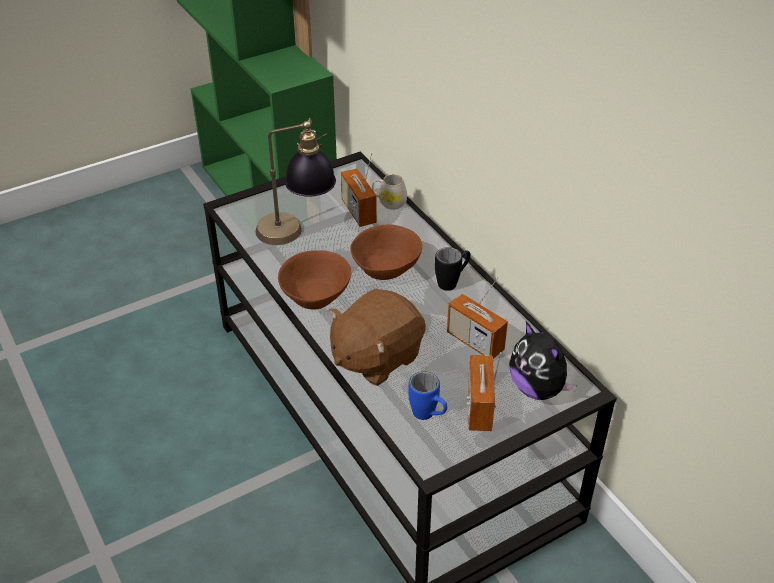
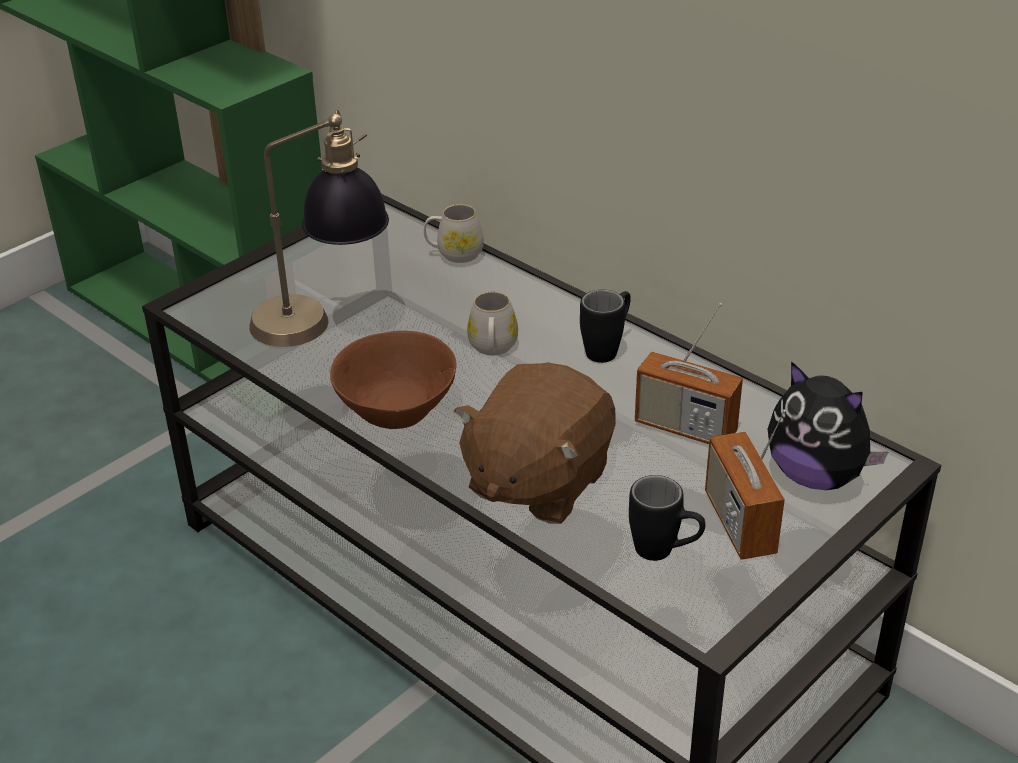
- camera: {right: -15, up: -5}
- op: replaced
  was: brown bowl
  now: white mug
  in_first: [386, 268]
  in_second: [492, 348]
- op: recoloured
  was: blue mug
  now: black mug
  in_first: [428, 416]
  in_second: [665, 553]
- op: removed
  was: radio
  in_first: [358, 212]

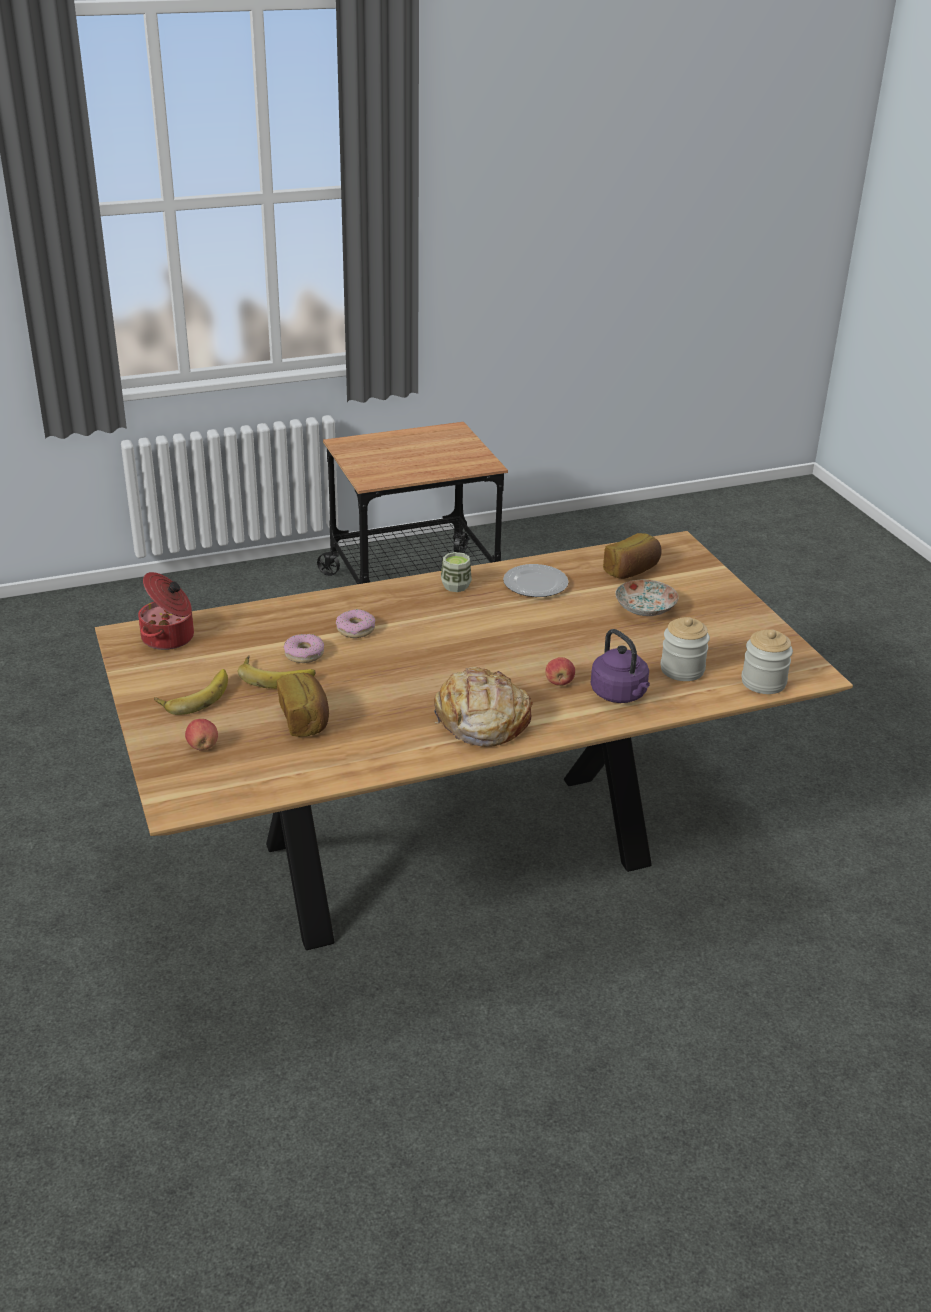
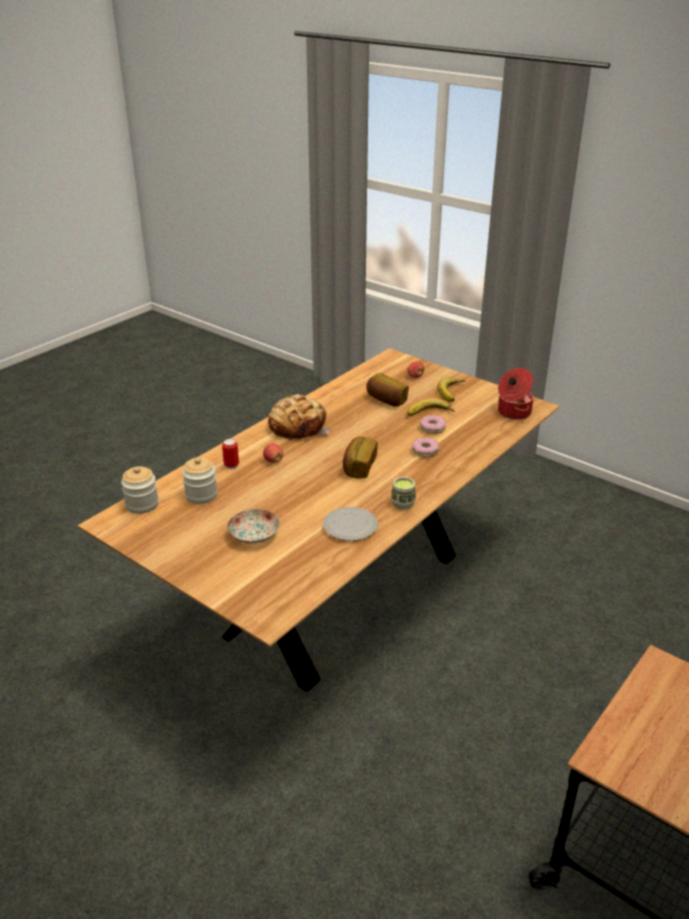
- camera: {right: 150, up: 0}
- op: replaced
  was: purple kettle
  now: can
  in_first: [620, 695]
  in_second: [231, 465]
- op: moved
  was: bread
  in_first: [632, 570]
  in_second: [359, 467]

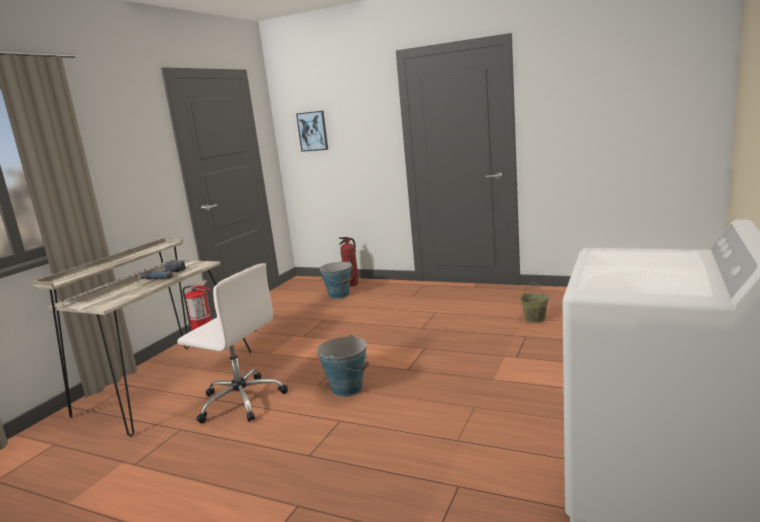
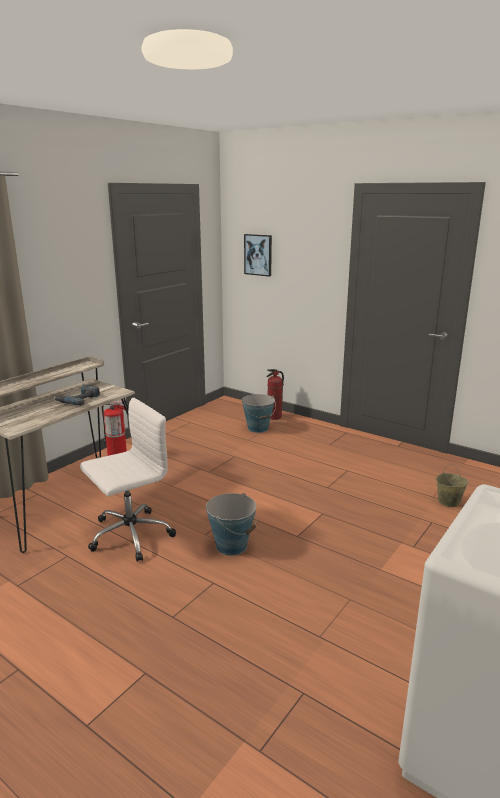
- camera: {right: 10, up: 5}
- op: turned
  was: white office chair
  in_first: [240, 400]
  in_second: [129, 535]
  clockwise: -75

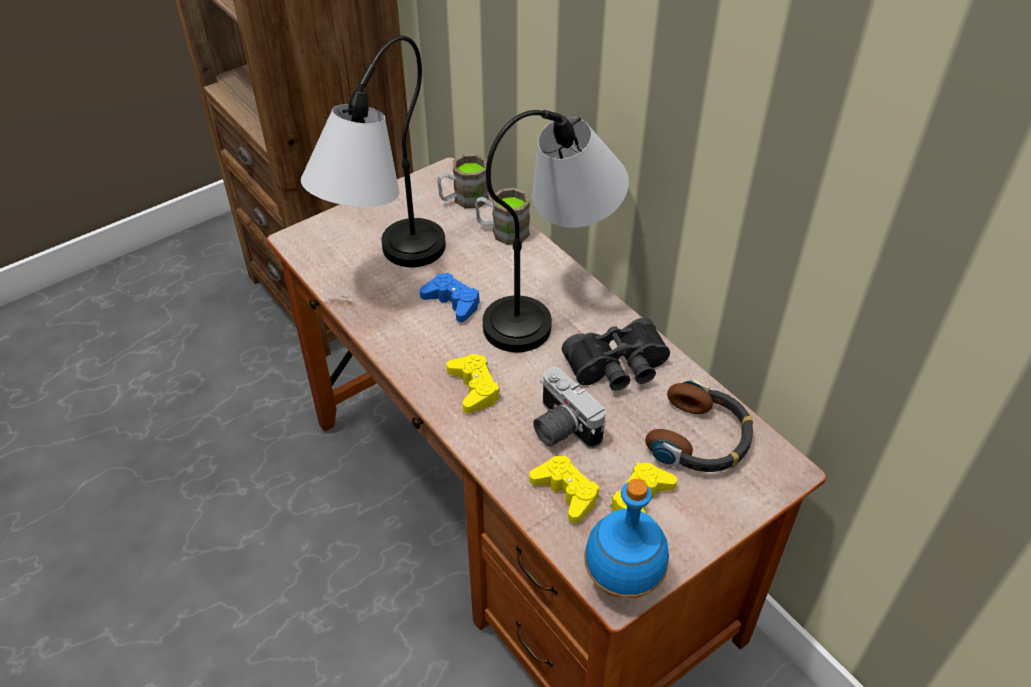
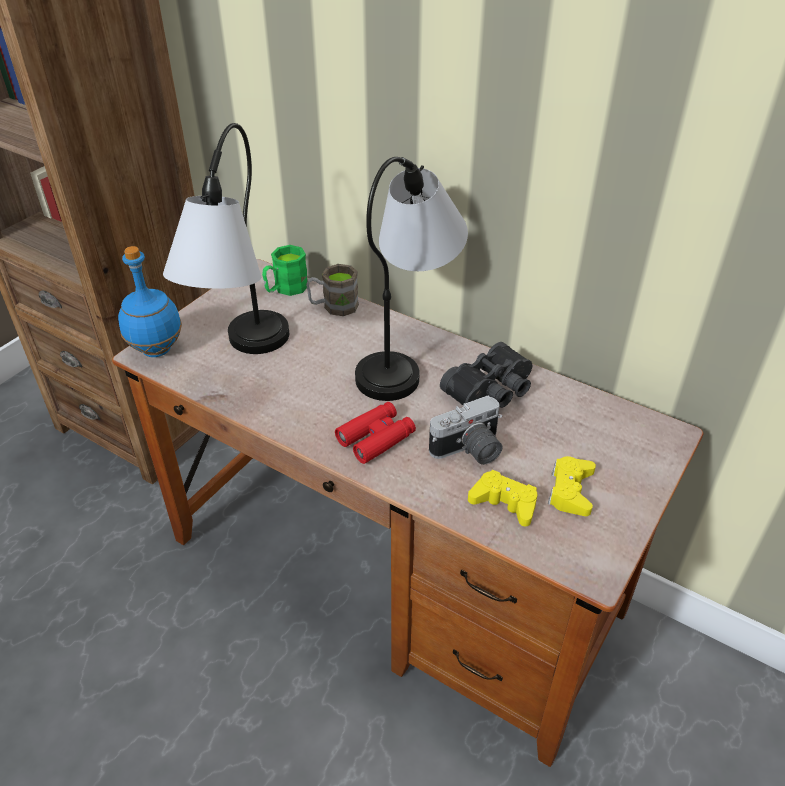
- camera: {right: -20, up: -5}
- op: moved
  was: blue bottle
  in_first: [623, 580]
  in_second: [157, 350]
- op: recoloured
  was: brown mug
  now: green mug
  in_first: [463, 199]
  in_second: [285, 289]
- op: replaced
  was: yellow game controller
  now: red binoculars
  in_first: [474, 388]
  in_second: [376, 438]
- op: turned
  was: photo camera
  in_first: [560, 428]
  in_second: [469, 451]
  clockwise: -60
- op: removed
  was: blue game controller
  in_first: [452, 302]
- op: removed
  was: headphones
  in_first: [701, 439]

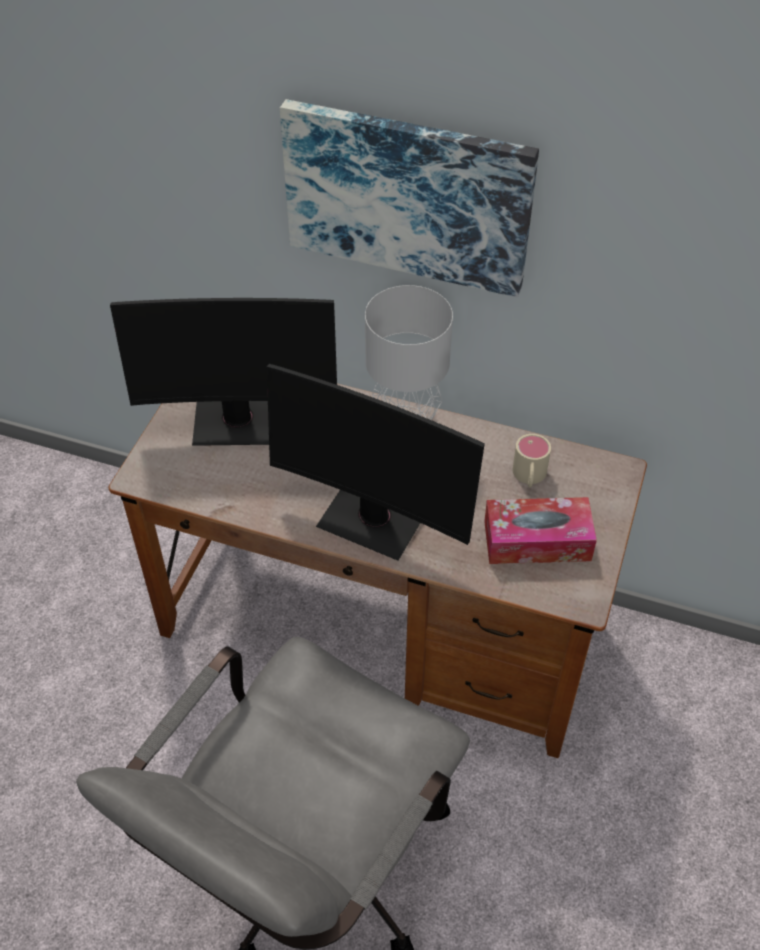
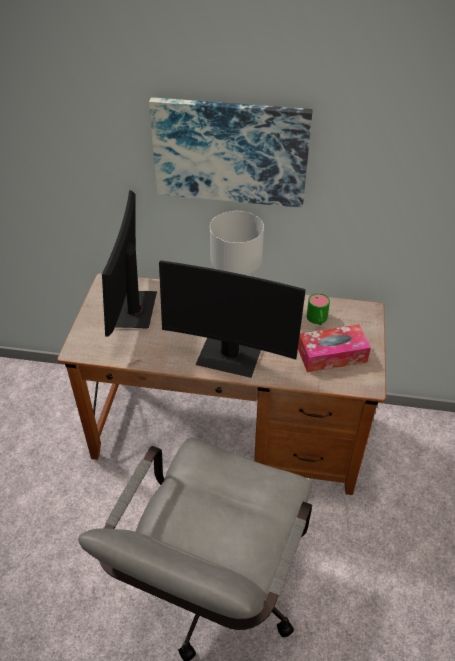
- camera: {right: -10, up: -5}
- op: turned
  was: monitor
  in_first: [238, 421]
  in_second: [132, 310]
  clockwise: 105
- op: recoloured
  was: beige mug
  now: green mug
  in_first: [529, 477]
  in_second: [317, 320]

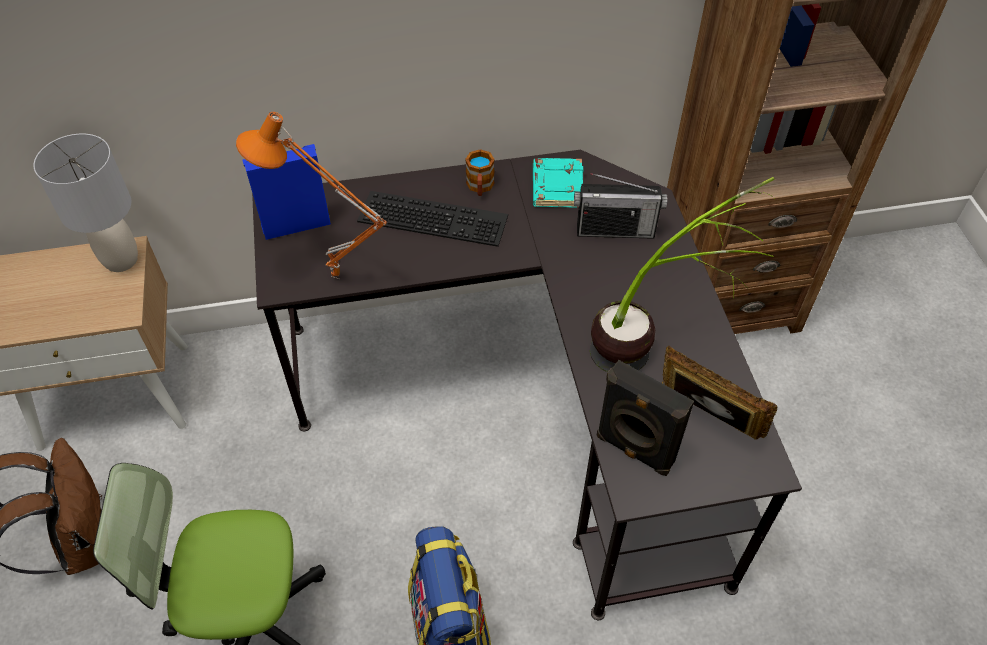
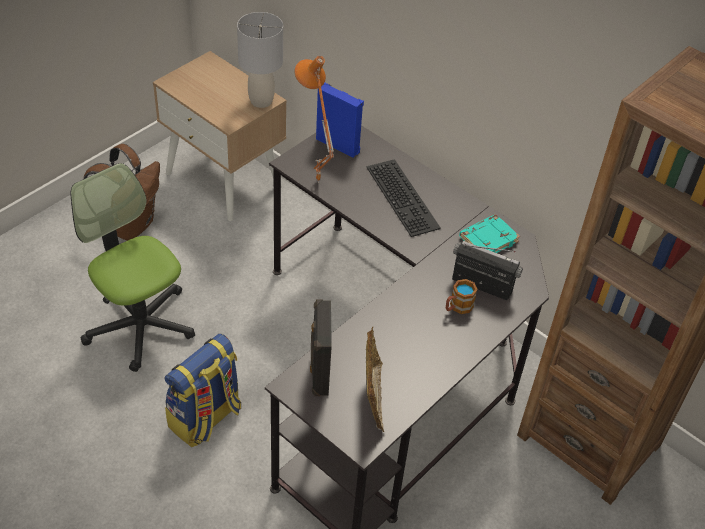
- camera: {right: 50, up: -5}
- op: moved
  was: mug
  in_first: [480, 187]
  in_second: [457, 307]
- op: turned
  was: radio
  in_first: [615, 230]
  in_second: [481, 285]
  clockwise: 150
- op: removed
  was: potted plant
  in_first: [654, 344]

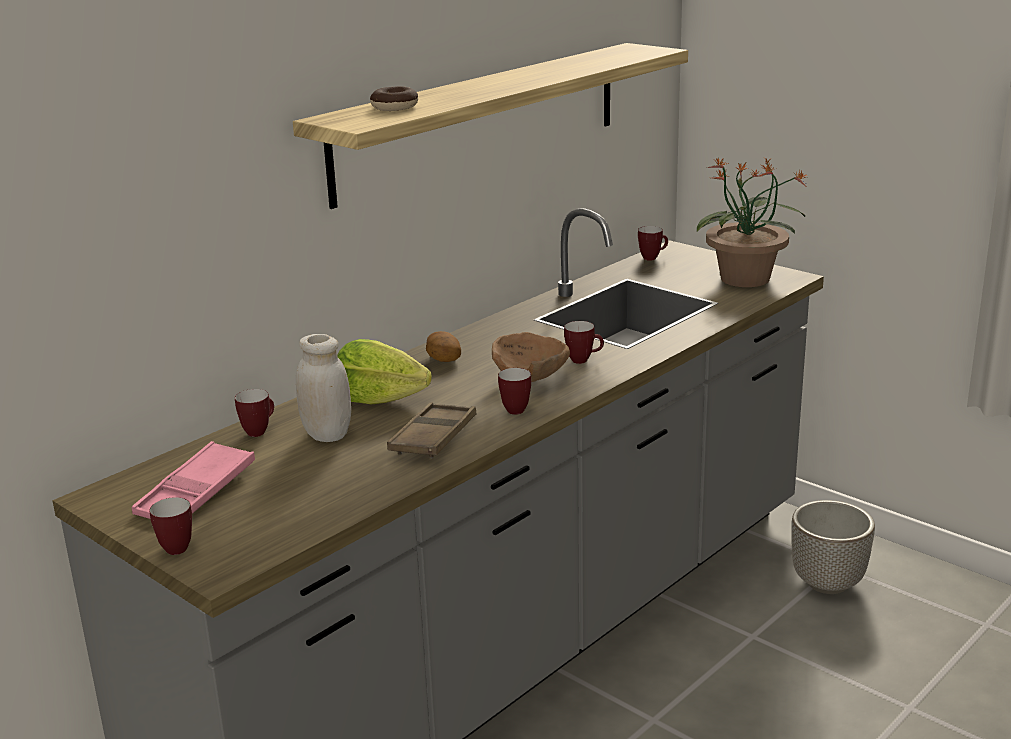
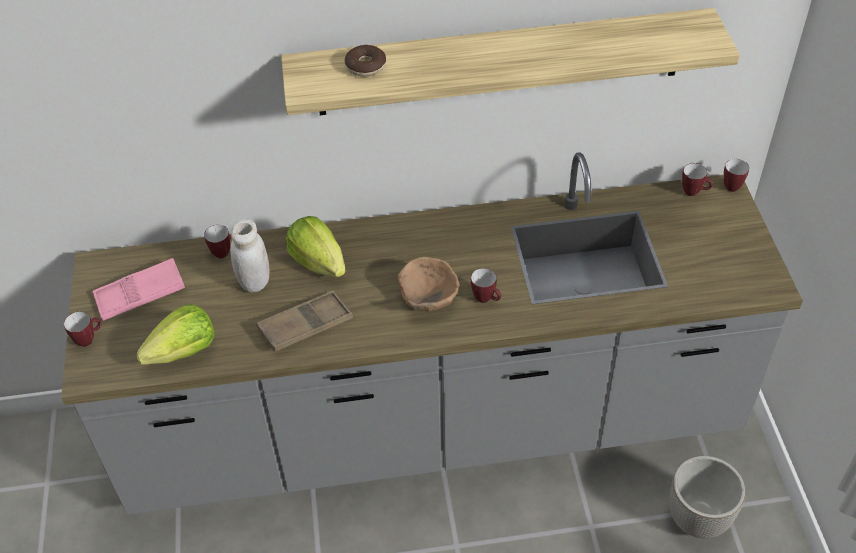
- camera: {right: 40, up: 25}
- op: added
  now: lettuce
  in_second: [184, 351]
- op: moved
  was: mug
  in_first: [515, 409]
  in_second: [733, 185]
- op: removed
  was: potato
  in_first: [443, 358]
- op: removed
  was: potted plant
  in_first: [746, 279]

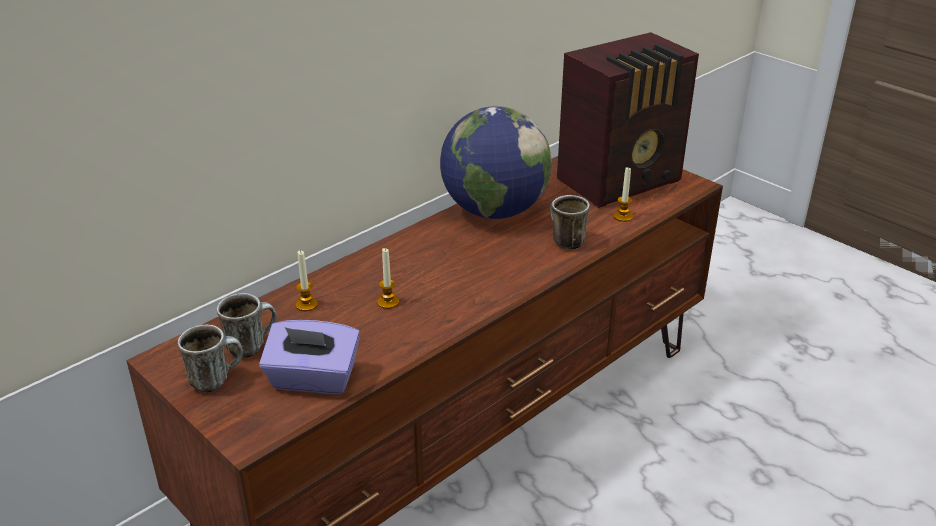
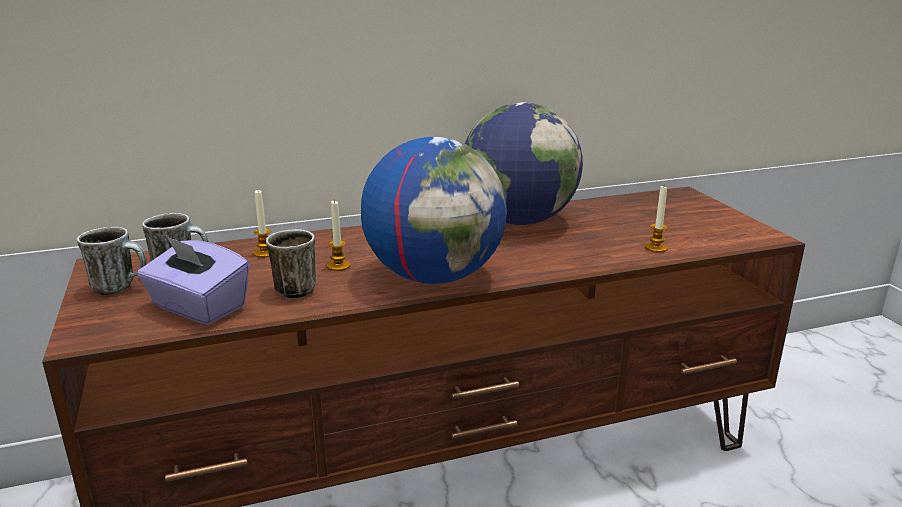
- camera: {right: 25, up: -10}
- op: moved
  was: mug
  in_first: [563, 241]
  in_second: [294, 288]
- op: added
  now: globe
  in_second: [435, 276]
- op: removed
  was: radio
  in_first: [622, 181]

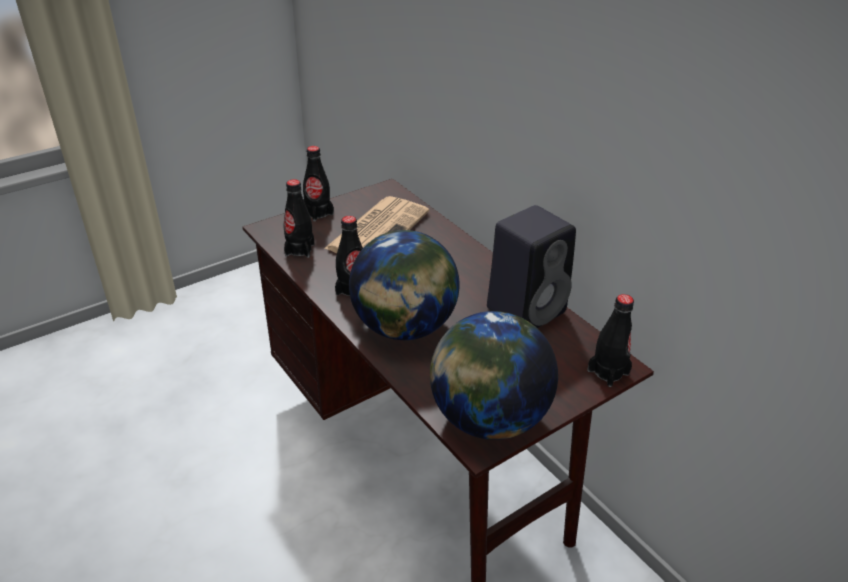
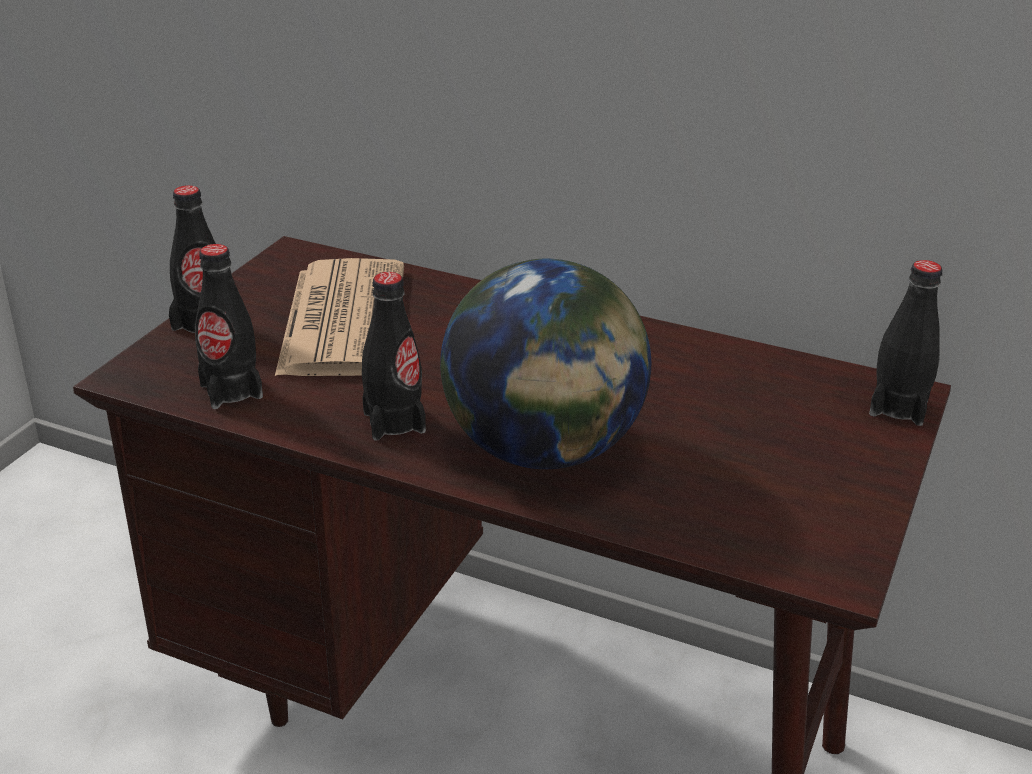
- camera: {right: -30, up: -5}
- op: removed
  was: globe
  in_first: [487, 418]
- op: removed
  was: black speaker
  in_first: [527, 309]

